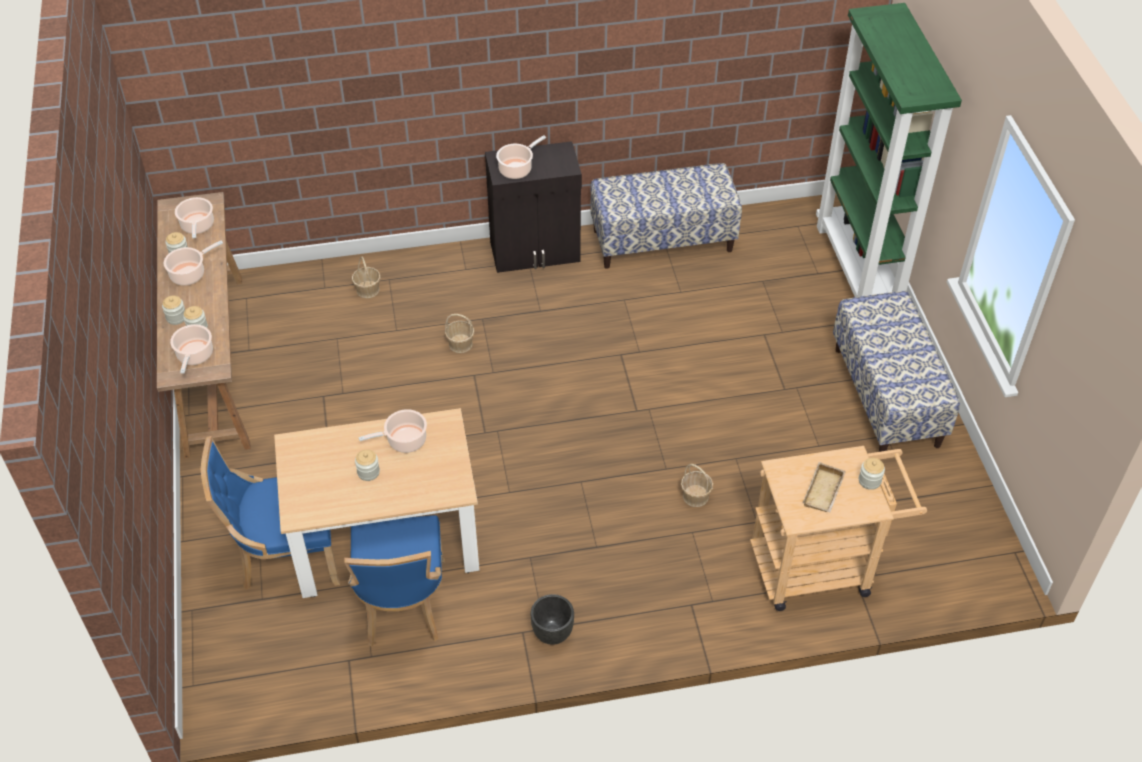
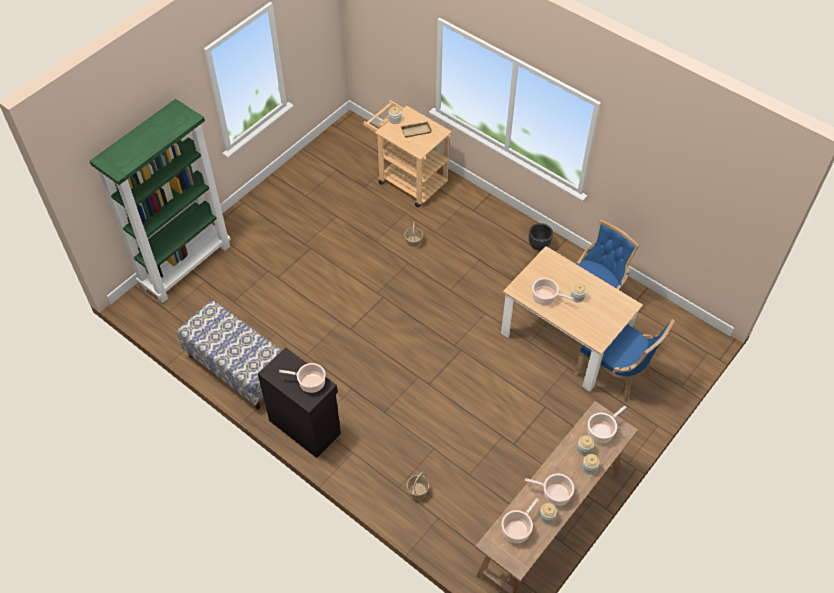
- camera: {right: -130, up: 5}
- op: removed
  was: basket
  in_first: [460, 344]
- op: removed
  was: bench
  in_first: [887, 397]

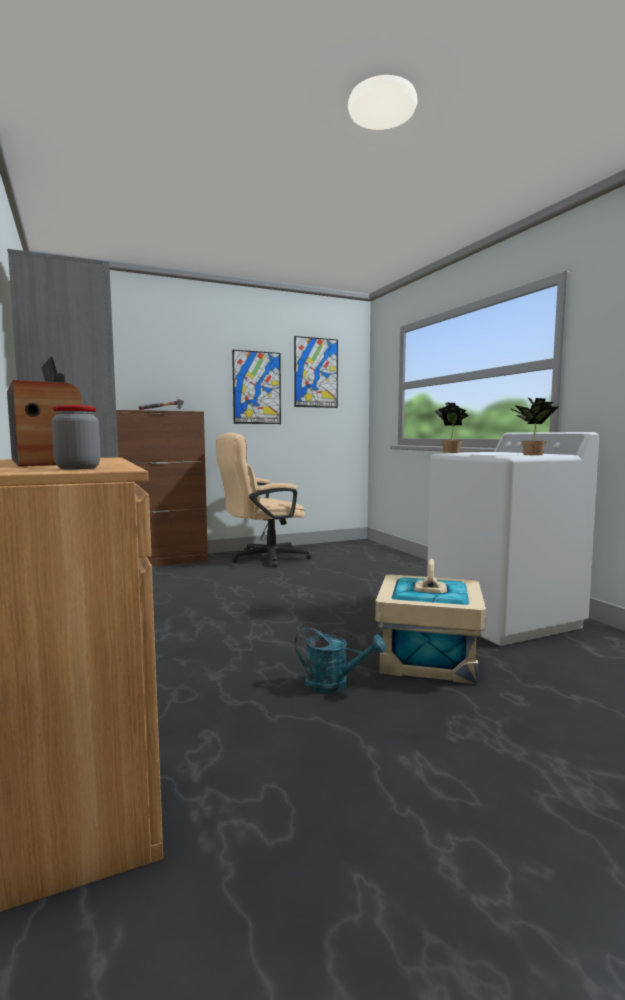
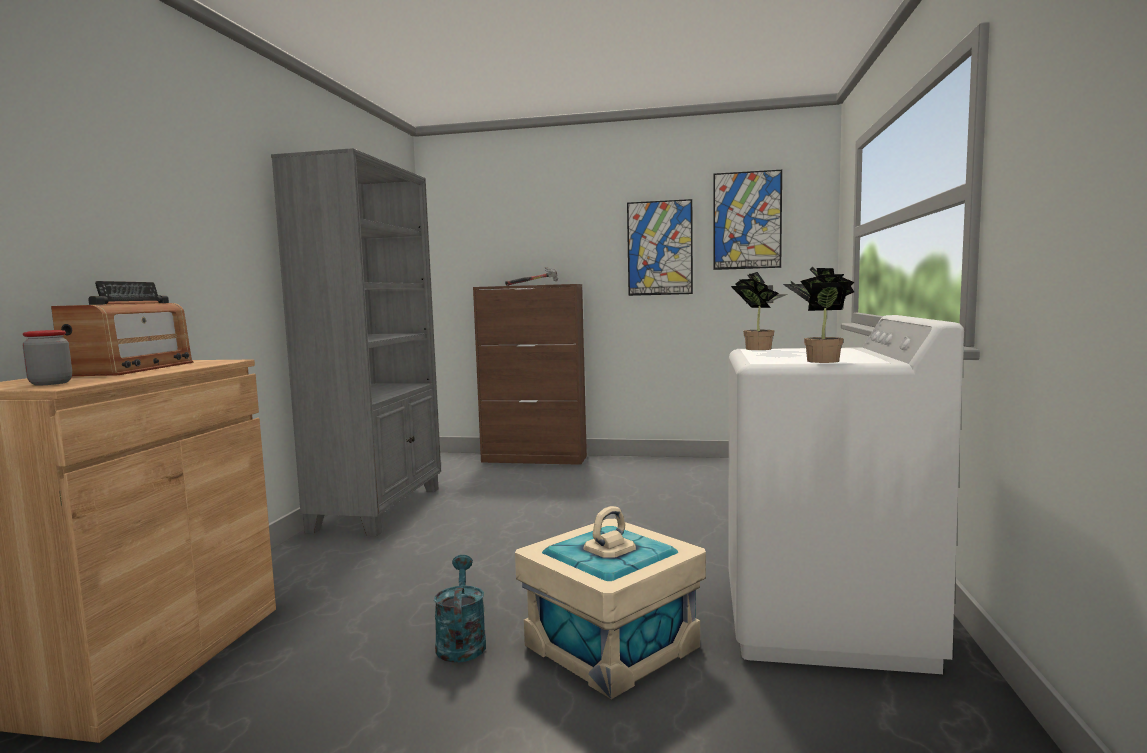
- camera: {right: 35, up: 0}
- op: turned
  was: turquoise watering can
  in_first: [334, 684]
  in_second: [461, 642]
  clockwise: -150
- op: removed
  was: beige office chair
  in_first: [263, 559]

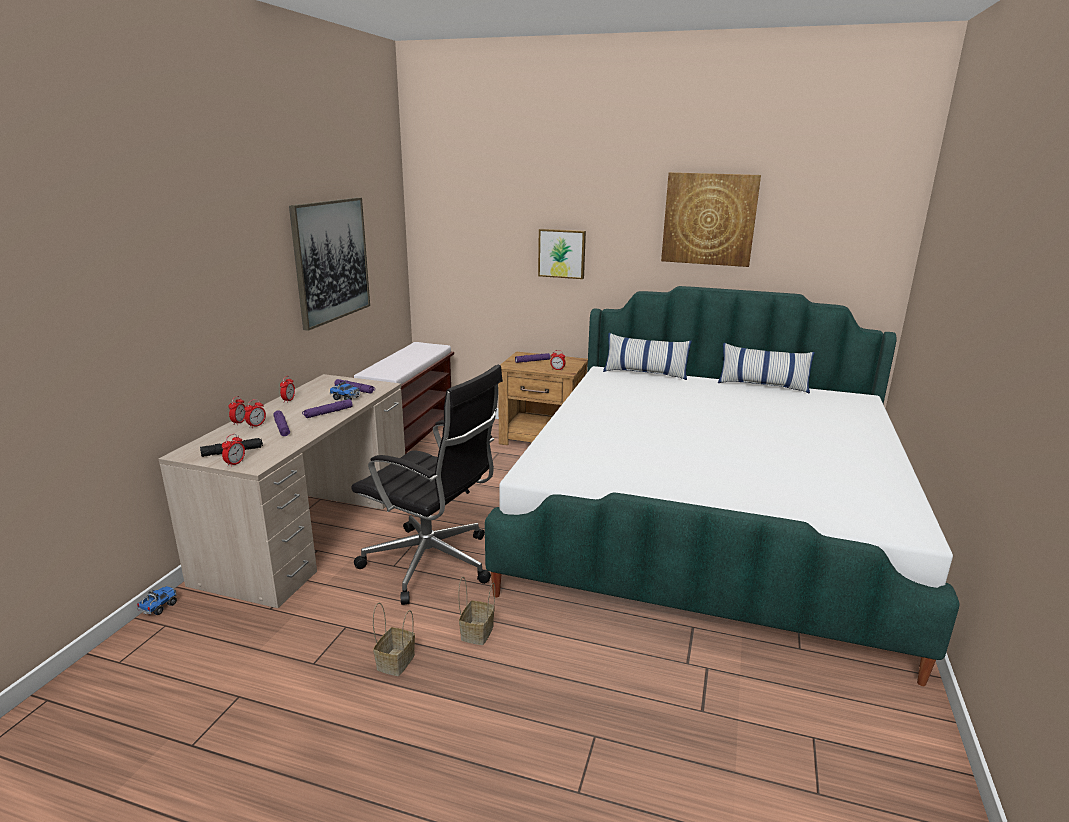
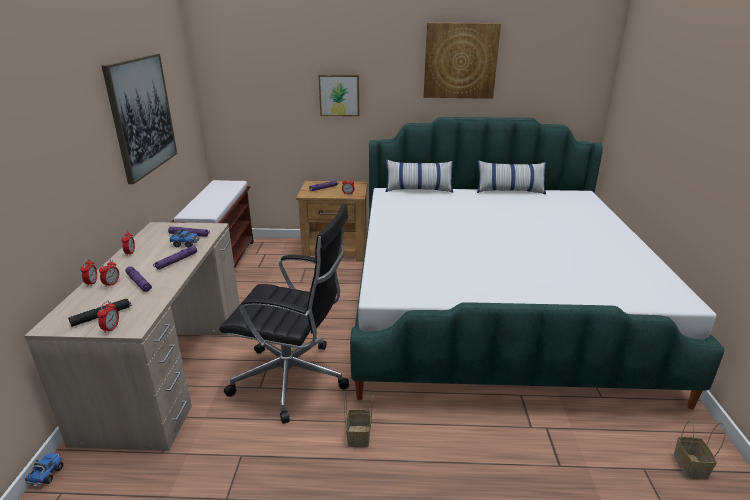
- camera: {right: -15, up: 5}
- op: moved
  was: basket
  in_first: [396, 663]
  in_second: [691, 466]

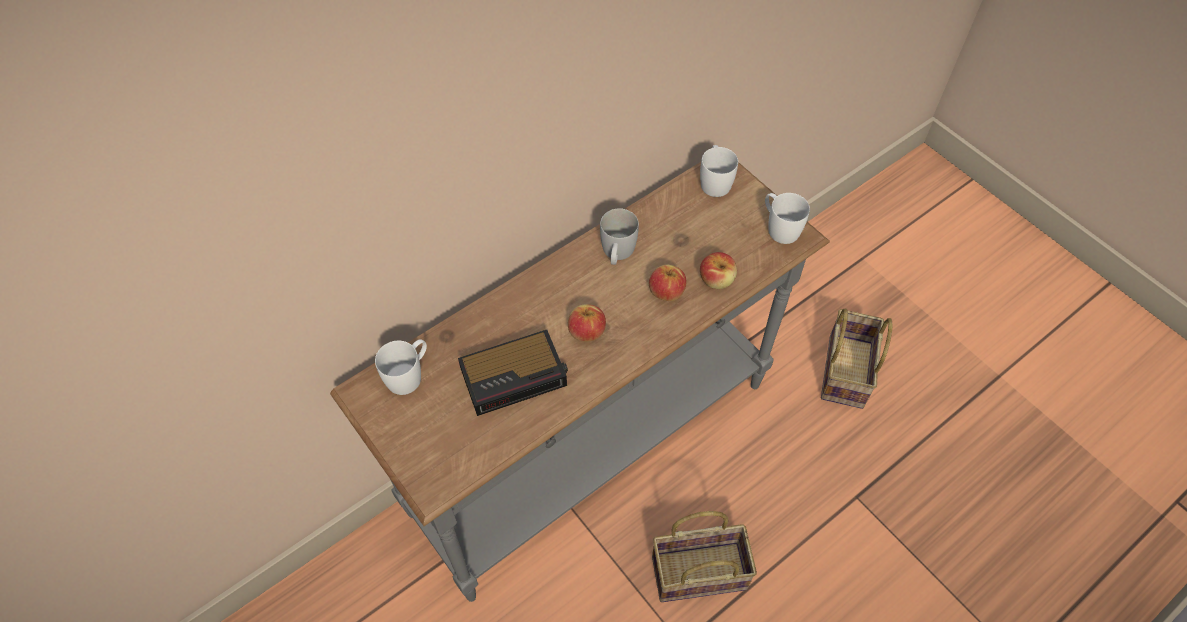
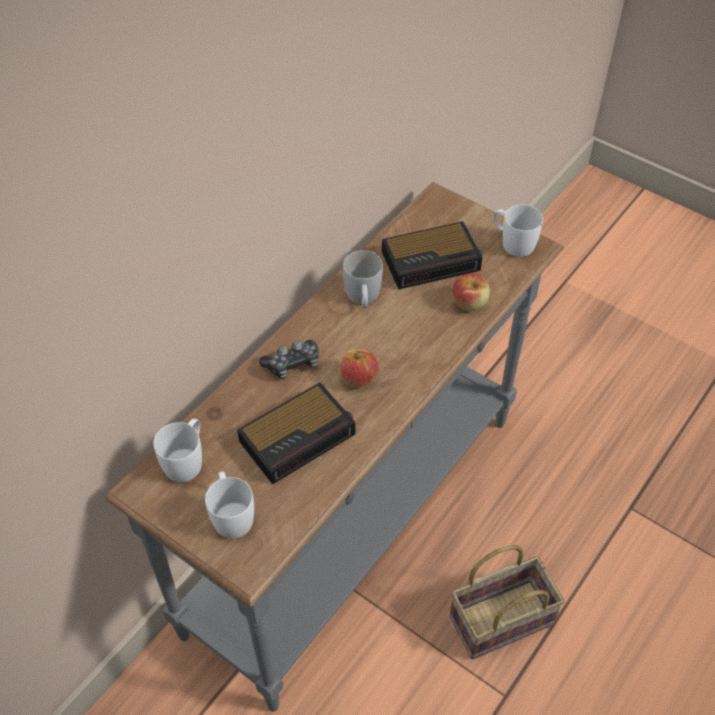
- camera: {right: -15, up: -5}
- op: moved
  was: white mug
  in_first: [714, 180]
  in_second: [231, 514]
- op: added
  now: game controller
  in_second: [293, 364]
- op: added
  now: alarm clock
  in_second: [433, 260]
- op: removed
  was: apple
  in_first: [666, 292]
- op: removed
  was: basket
  in_first: [844, 369]

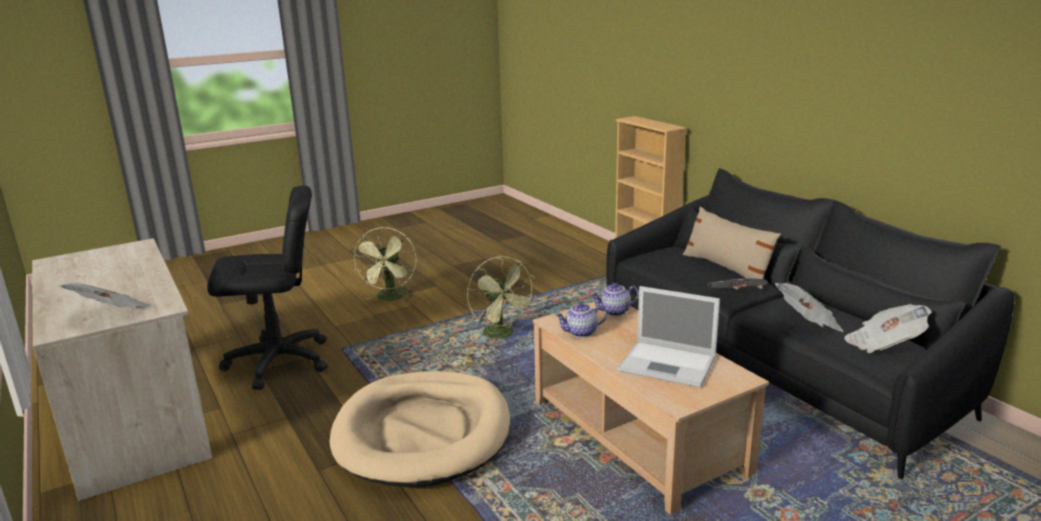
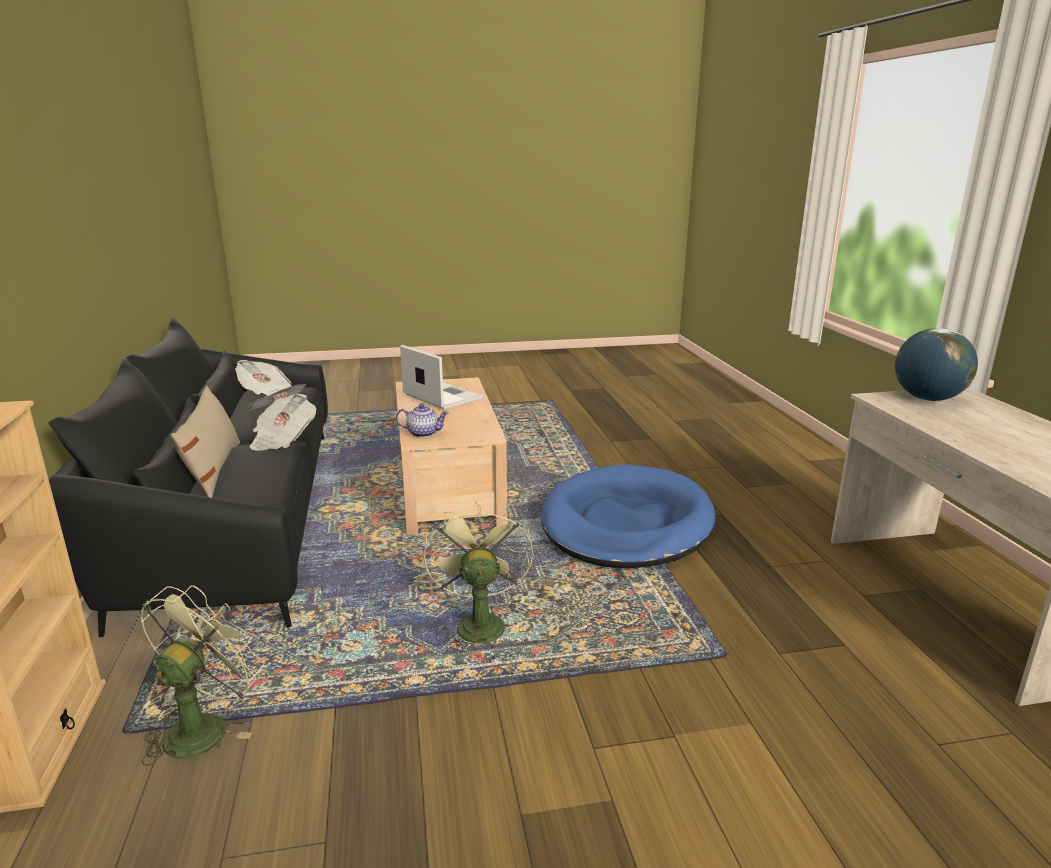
- camera: {right: -160, up: 0}
- op: moved
  was: green fan
  in_first: [390, 298]
  in_second: [204, 726]
- op: recoloured
  was: beige dog bed
  now: blue dog bed
  in_first: [423, 433]
  in_second: [626, 523]
- op: replaced
  was: newspaper
  now: globe
  in_first: [112, 314]
  in_second: [928, 399]
- op: removed
  was: black office chair
  in_first: [279, 362]
- op: removed
  was: teapot
  in_first: [581, 333]

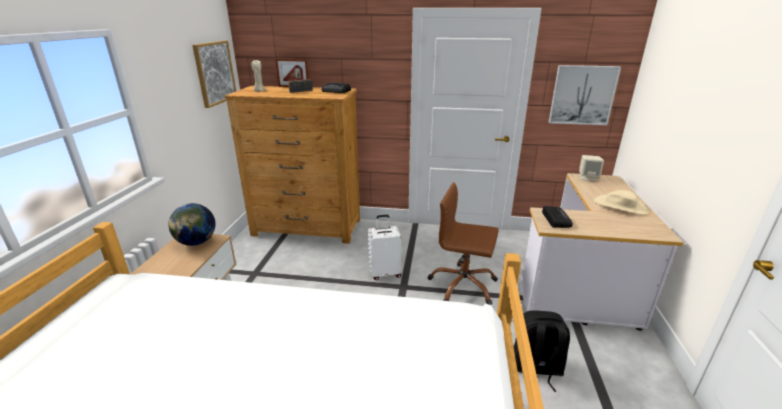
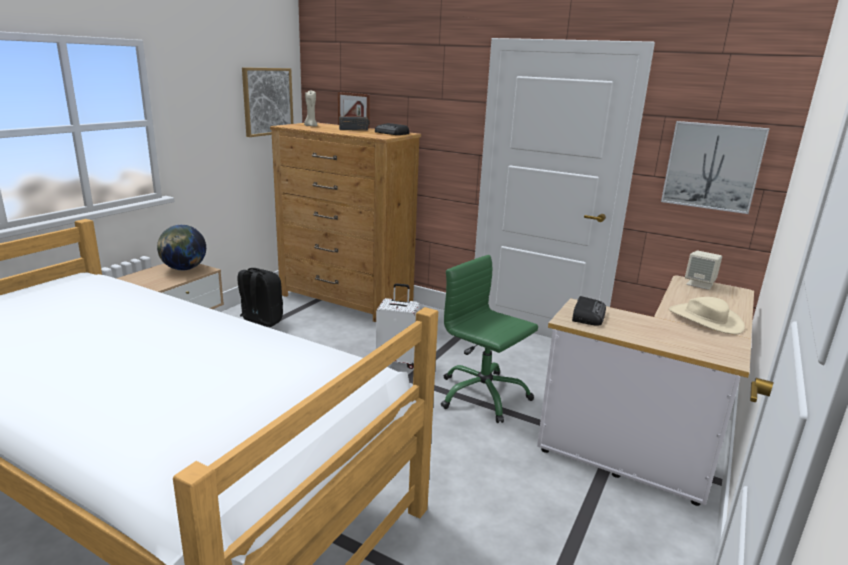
- camera: {right: 20, up: -5}
- op: moved
  was: black backpack
  in_first: [536, 369]
  in_second: [260, 322]
- op: recoloured
  was: brown office chair
  now: green office chair
  in_first: [463, 286]
  in_second: [482, 395]

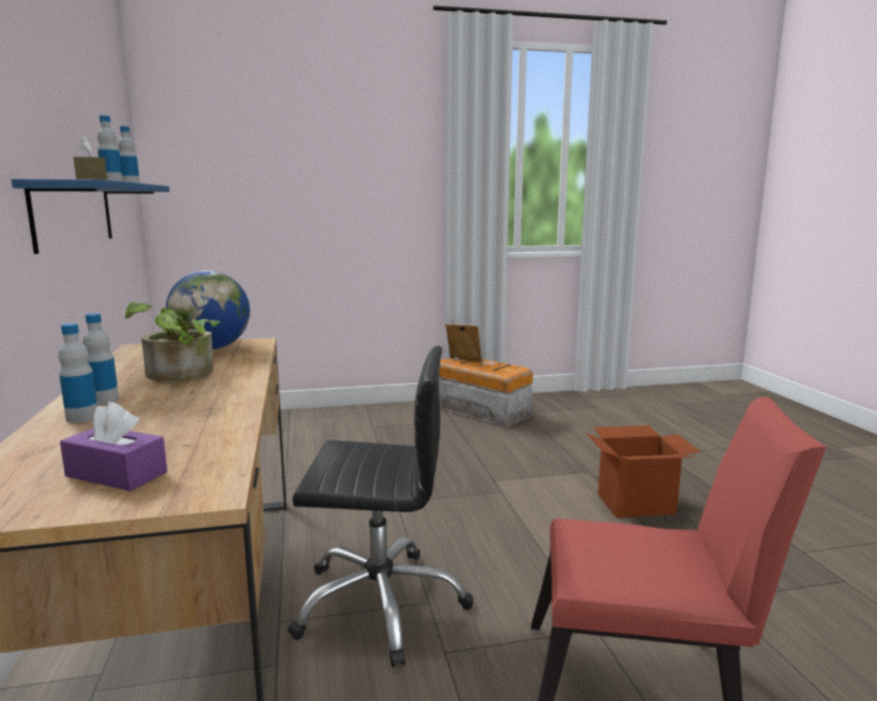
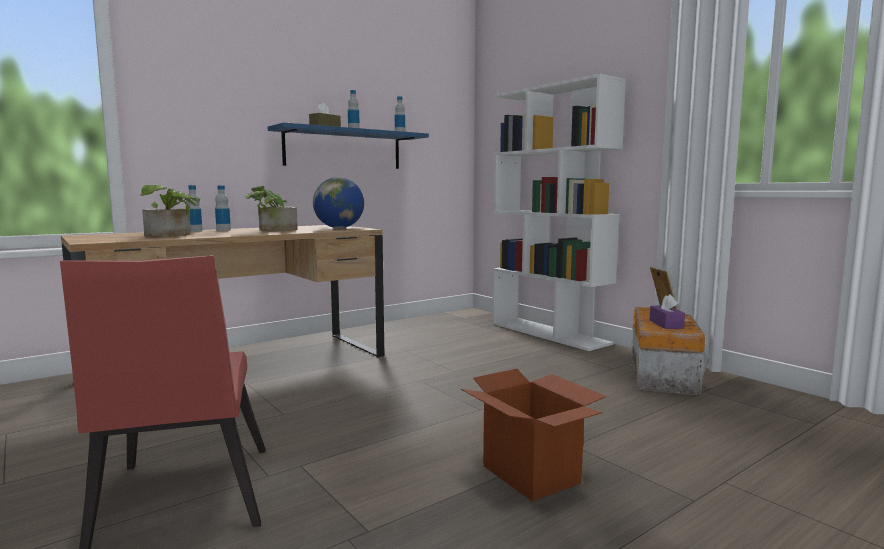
- camera: {right: 65, up: -5}
- op: added
  now: potted plant
  in_second: [171, 235]
- op: added
  now: white bookcase
  in_second: [549, 333]
- op: moved
  was: purple tissue box
  in_first: [116, 474]
  in_second: [666, 324]
- op: removed
  was: black office chair
  in_first: [380, 603]

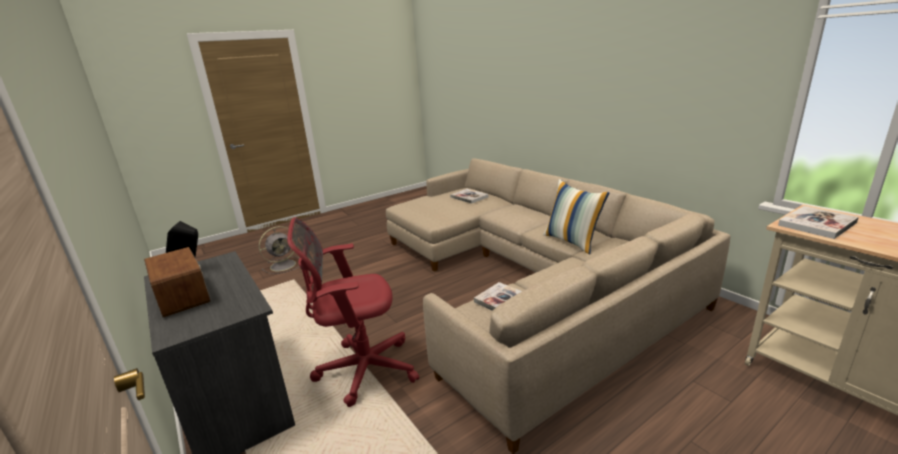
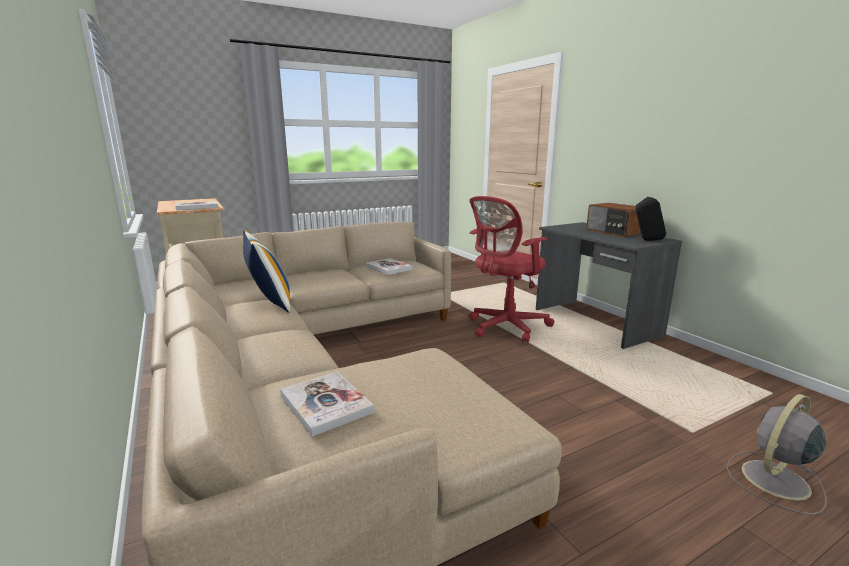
- camera: {right: -175, up: -5}
- op: turned
  was: red office chair
  in_first: [361, 370]
  in_second: [505, 327]
  clockwise: 150

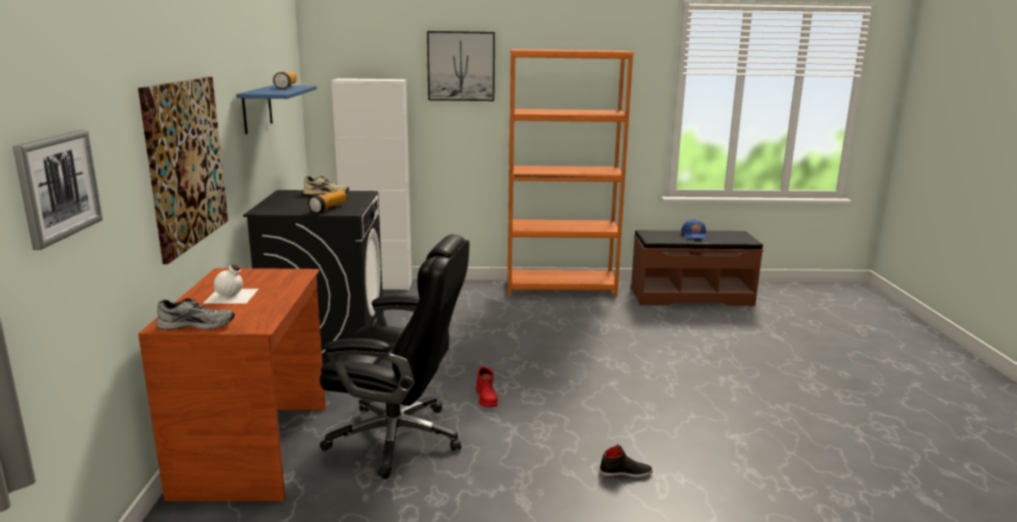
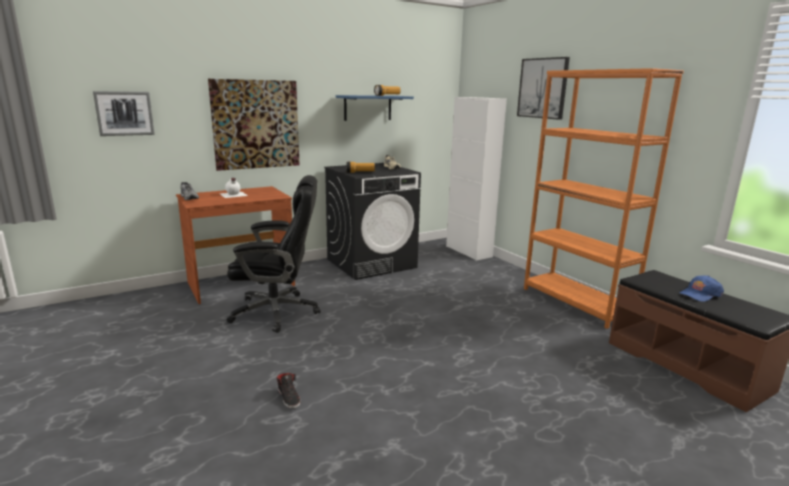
- camera: {right: 60, up: 0}
- op: turned
  was: black office chair
  in_first: [398, 438]
  in_second: [277, 312]
  clockwise: -75
- op: removed
  was: red boot
  in_first: [487, 398]

